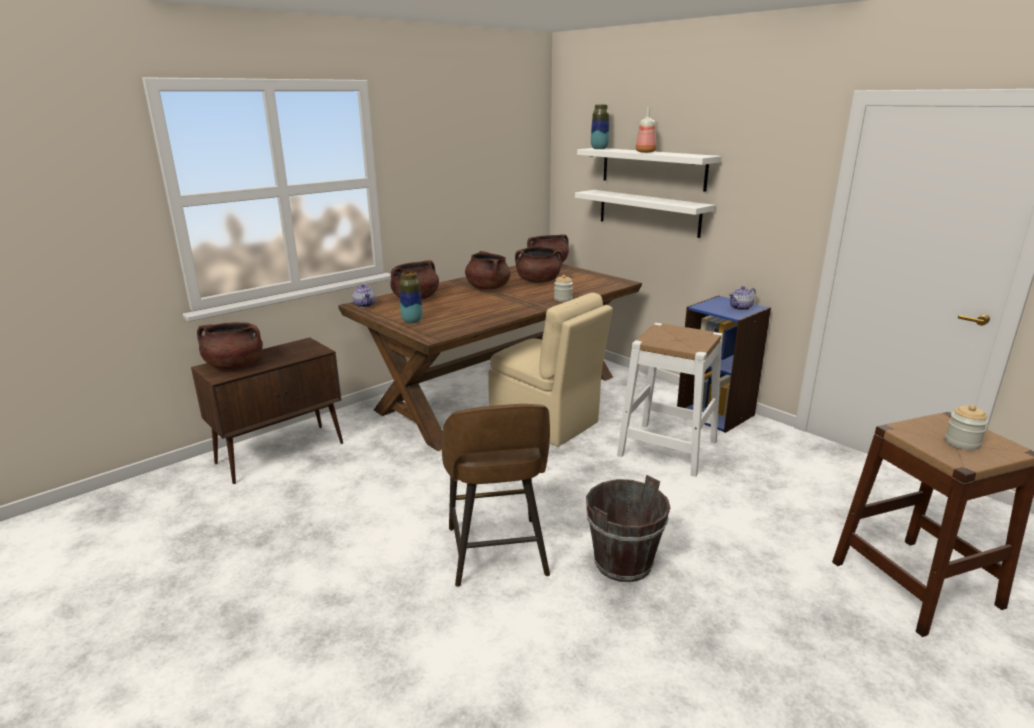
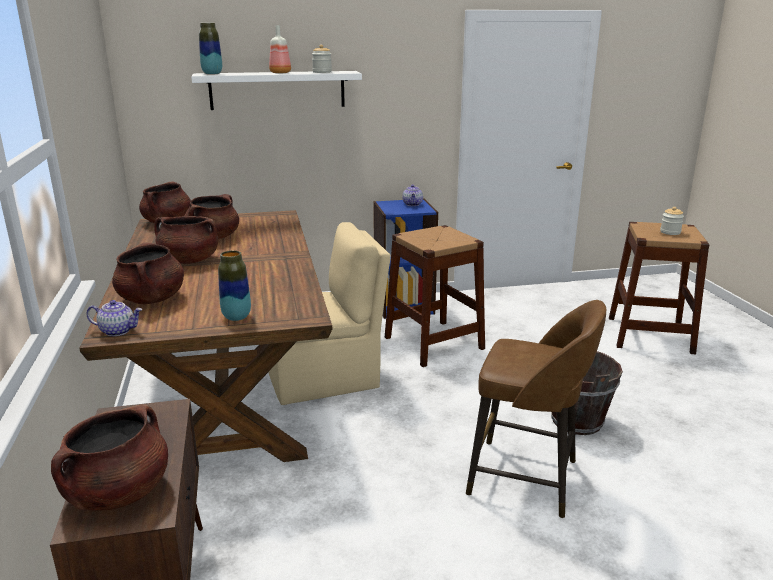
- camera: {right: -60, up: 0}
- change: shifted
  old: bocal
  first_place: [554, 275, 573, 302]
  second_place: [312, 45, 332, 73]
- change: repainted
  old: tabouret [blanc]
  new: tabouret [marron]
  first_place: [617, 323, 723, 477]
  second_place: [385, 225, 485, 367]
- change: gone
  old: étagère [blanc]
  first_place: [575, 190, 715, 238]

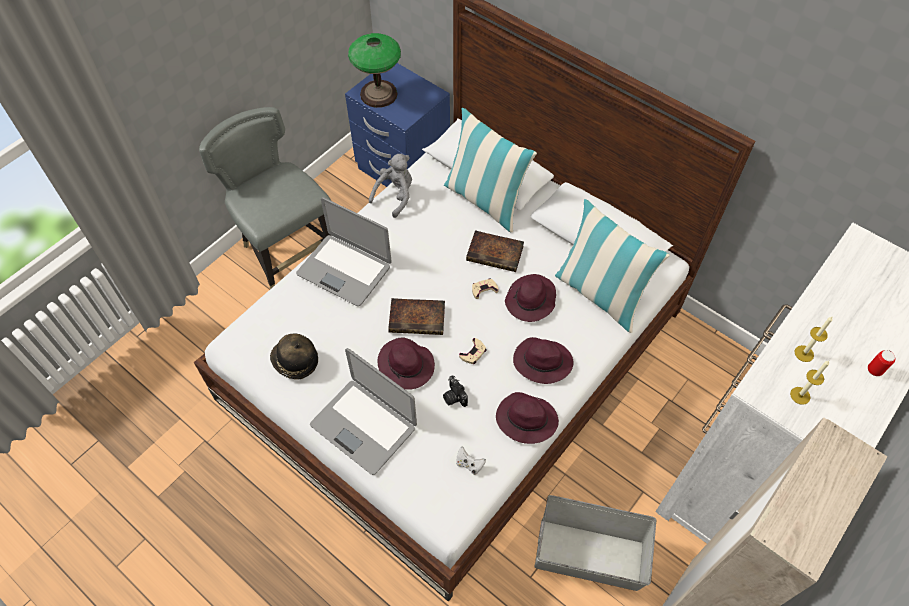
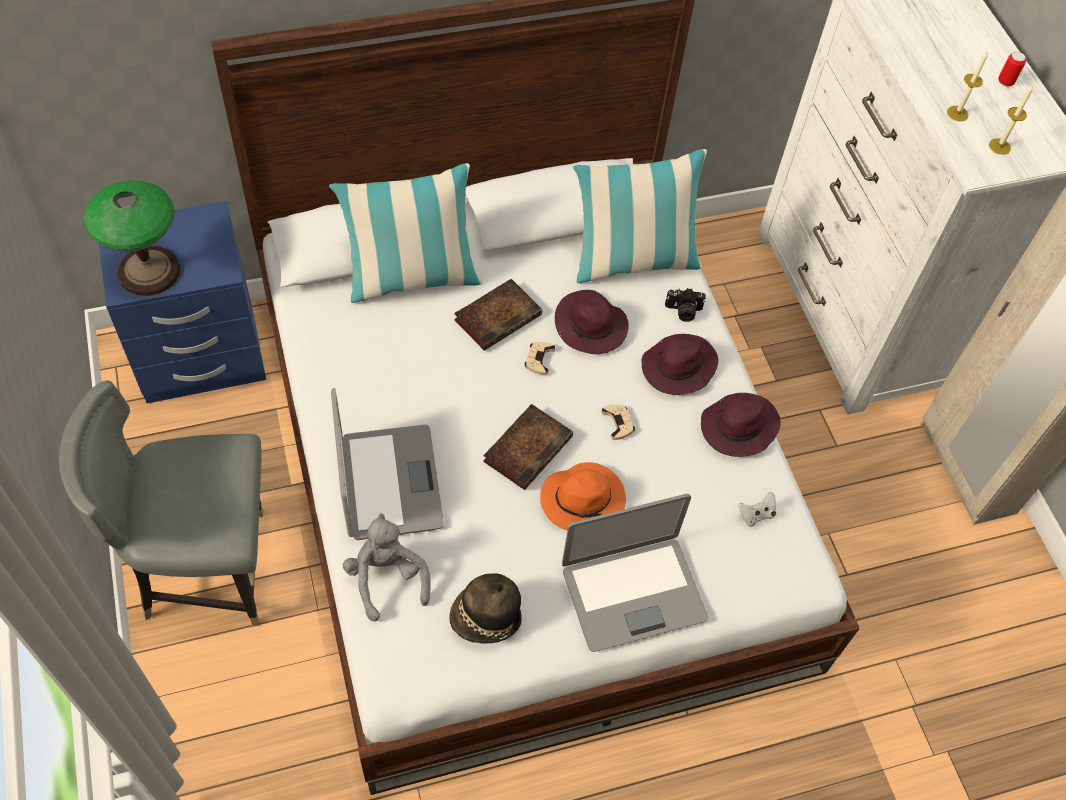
- camera: {right: -60, up: 0}
- change: rotated
  old: ordinateur portable
  first_place: [296, 197, 392, 306]
  second_place: [331, 388, 444, 540]
  degrees: -75
- change: shifted
  old: peluche [gris]
  first_place: [369, 154, 412, 218]
  second_place: [343, 513, 431, 622]
- change: repainted
  old: chapeau [violet]
  new: chapeau [orange]
  first_place: [378, 337, 435, 390]
  second_place: [540, 462, 626, 531]
- change: shifted
  old: appareil photo
  first_place: [443, 375, 468, 407]
  second_place: [665, 288, 706, 322]
- change: gone
  old: boîte de rangement [gris]
  first_place: [535, 495, 656, 591]

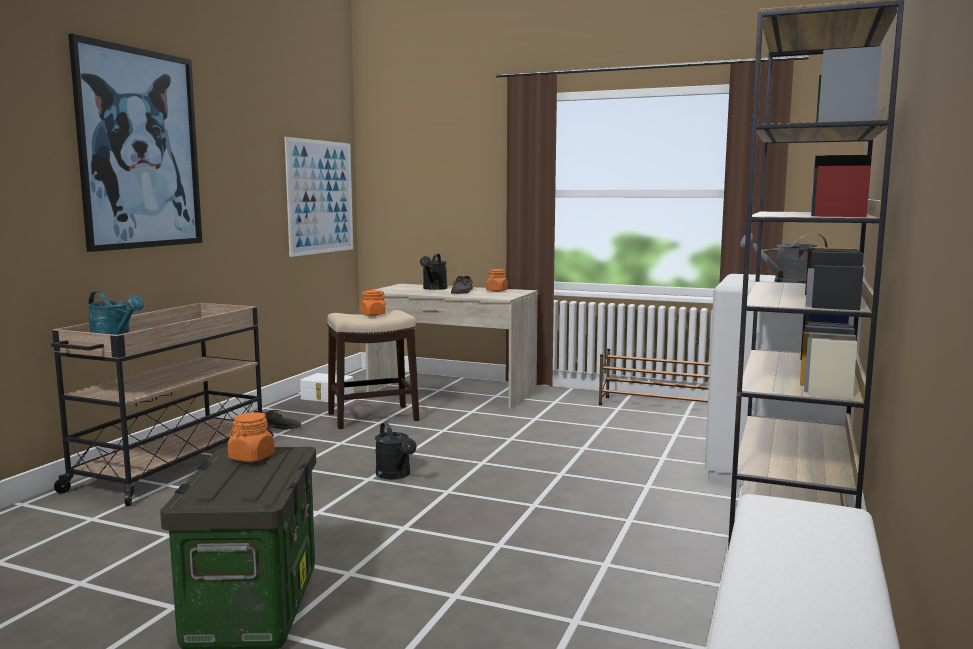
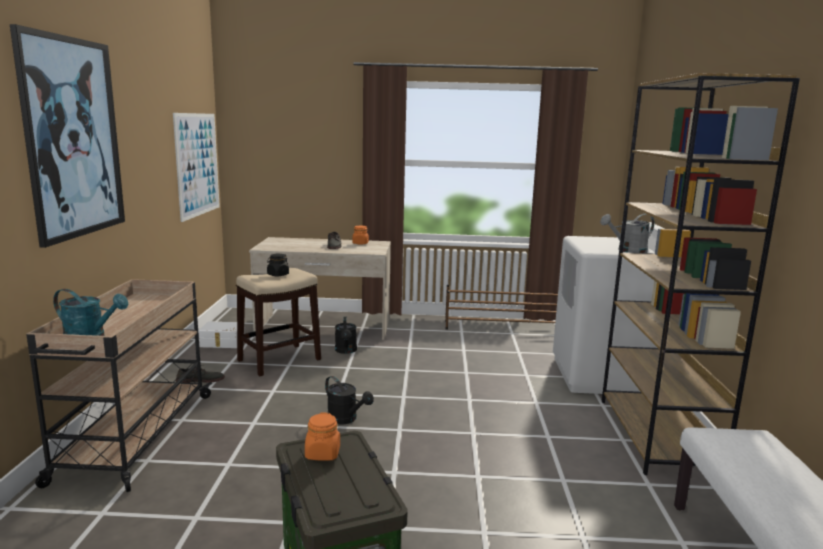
- camera: {right: -20, up: 5}
- change: repainted
  old: bocal [orange]
  new: bocal [noir]
  first_place: [359, 290, 386, 316]
  second_place: [267, 254, 289, 276]
- change: shifted
  old: arrosoir [noir]
  first_place: [420, 254, 448, 290]
  second_place: [335, 317, 357, 354]

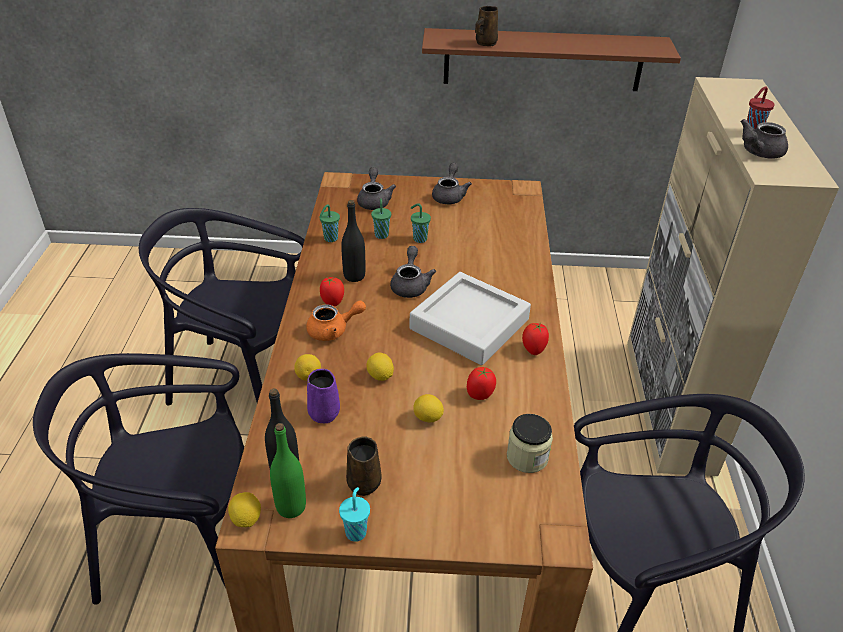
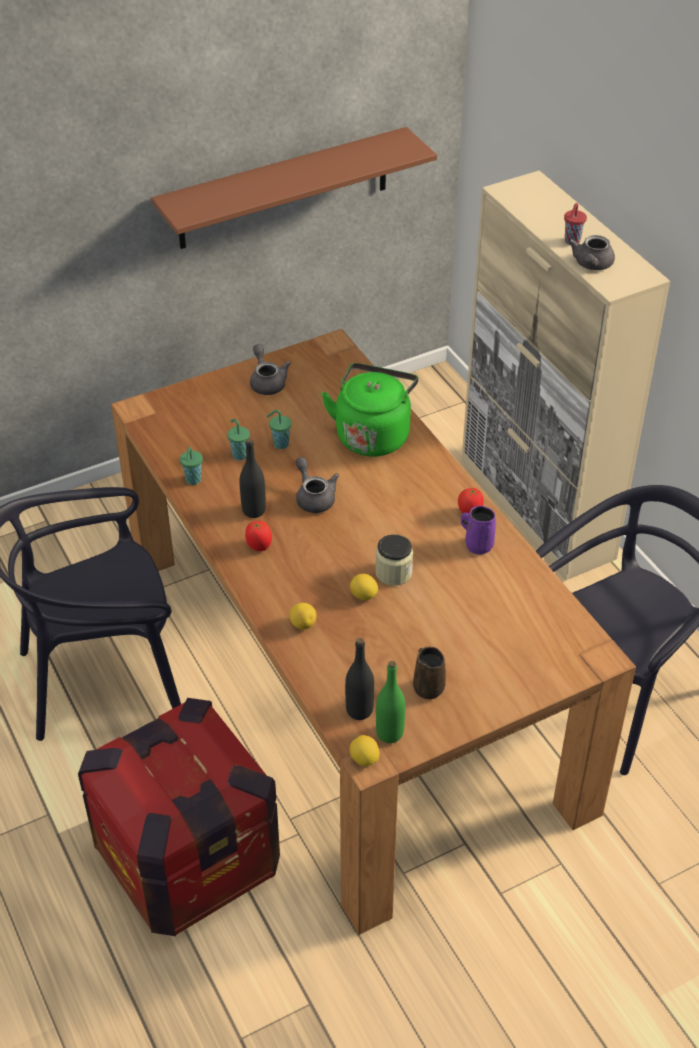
- camera: {right: -30, up: 5}
- change: swapped
  old: chaise [noir]
  new: caisse
  first_place: [33, 353, 244, 605]
  second_place: [78, 698, 280, 936]
- change: new
  new: bouilloire [vert]
  second_place: [322, 363, 418, 457]
- change: shifted
  old: bocal
  first_place: [507, 414, 553, 473]
  second_place: [375, 534, 413, 586]
- change: shifted
  old: mug [violet]
  first_place: [307, 369, 340, 424]
  second_place: [461, 505, 496, 555]
- change: gone
  old: théière [orange]
  first_place: [306, 300, 366, 341]
- change: gone
  old: tasse [turquoise]
  first_place: [339, 487, 370, 542]
- change: gone
  old: théière [gris]
  first_place: [357, 167, 396, 210]
- change: gone
  old: plateau [gris]
  first_place: [410, 272, 531, 365]
- change: gone
  old: citron
  first_place: [413, 394, 444, 422]
- change: gone
  old: tomate
  first_place: [467, 367, 496, 400]
- change: gone
  old: mug [marron]
  first_place: [475, 6, 498, 46]

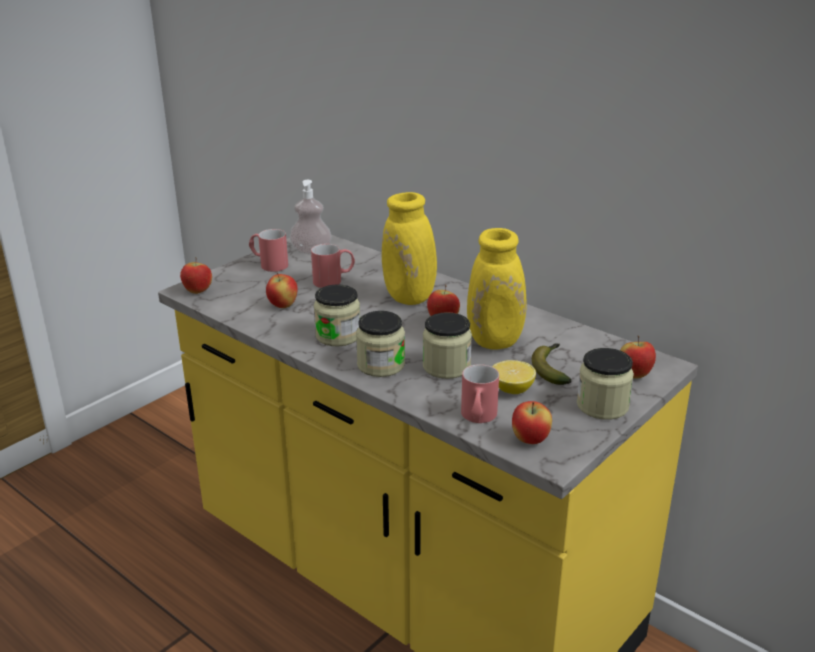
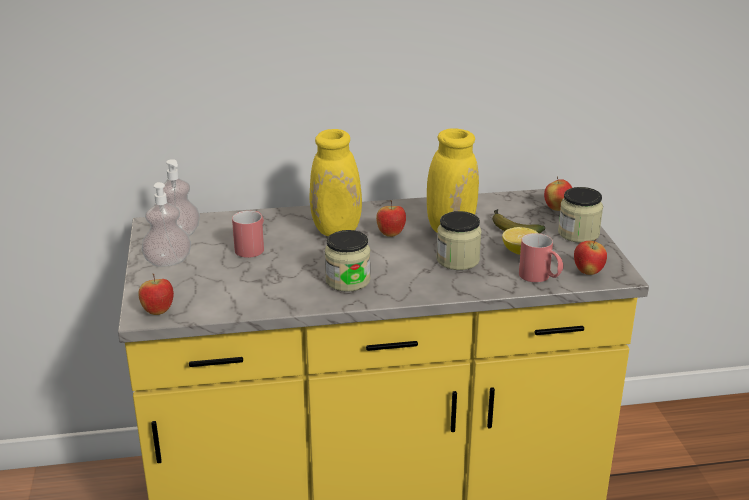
- camera: {right: -50, up: 0}
- change: swapped
  old: mug [rouge]
  new: distributeur de savon
  first_place: [249, 229, 288, 272]
  second_place: [142, 182, 191, 267]
- change: gone
  old: pomme
  first_place: [266, 273, 298, 308]
- change: gone
  old: bocal
  first_place: [356, 311, 405, 377]

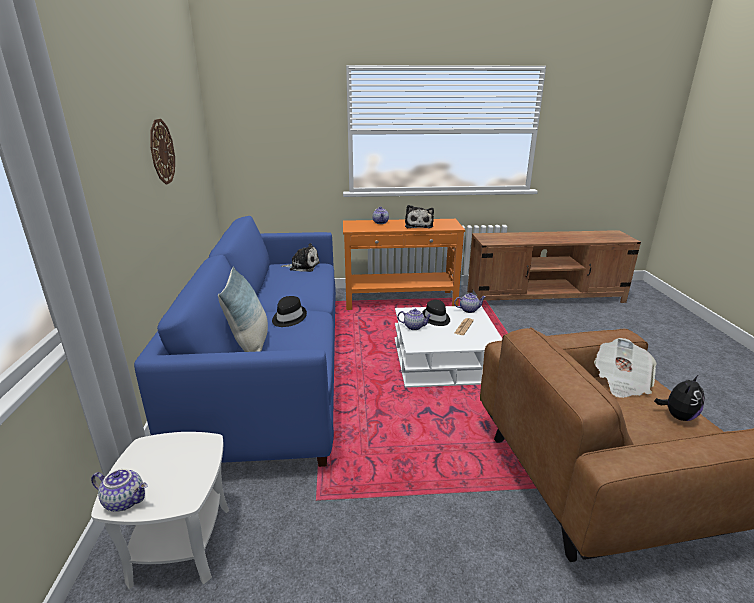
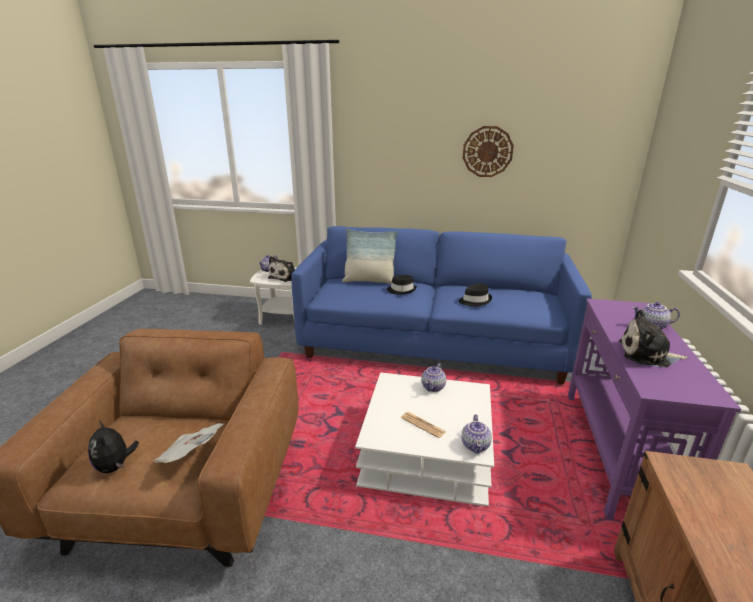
- camera: {right: 105, up: 0}
- change: shifted
  old: peluche
  first_place: [281, 243, 320, 272]
  second_place: [268, 256, 295, 282]
- change: shifted
  old: chapeau [noir]
  first_place: [422, 300, 450, 326]
  second_place: [459, 283, 492, 307]
- change: repainted
  old: table console [orange]
  new: table console [violet]
  first_place: [343, 219, 465, 310]
  second_place: [568, 299, 741, 520]

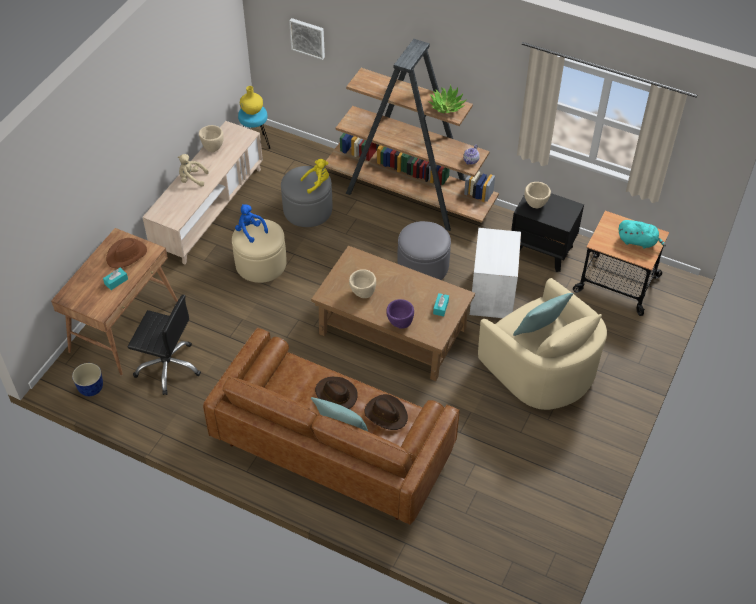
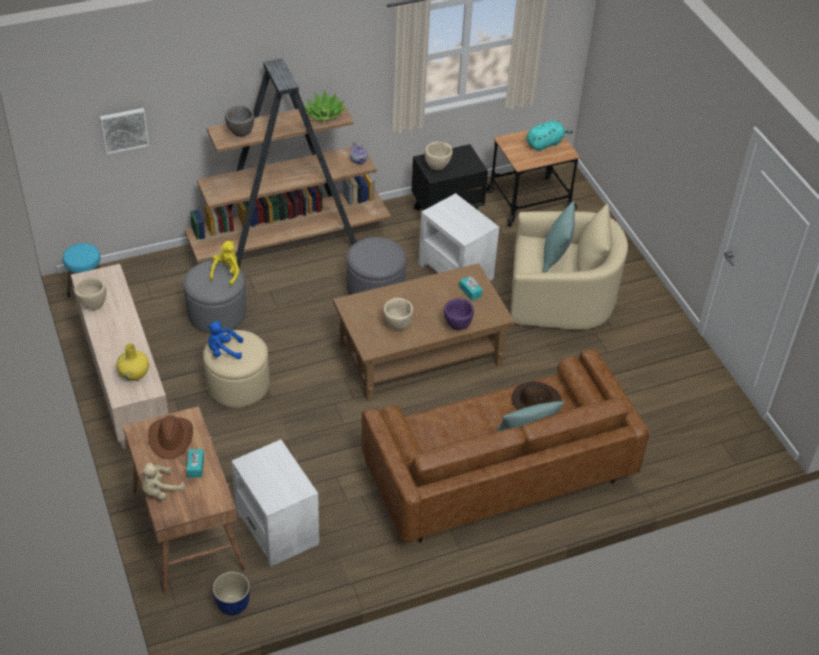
- camera: {right: -50, up: -5}
- change: shifted
  old: vase [jaune]
  first_place: [240, 86, 263, 115]
  second_place: [116, 343, 149, 381]
- change: shifted
  old: peluche [beige]
  first_place: [178, 154, 209, 187]
  second_place: [140, 463, 185, 501]
- change: new
  new: bol [gris]
  second_place: [225, 105, 254, 137]
- change: swapped
  old: chaise de bureau [noir]
  new: table d'appoint [blanc]
  first_place: [128, 295, 201, 395]
  second_place: [231, 439, 319, 567]
- change: gone
  old: chapeau [marron]
  first_place: [315, 377, 358, 409]

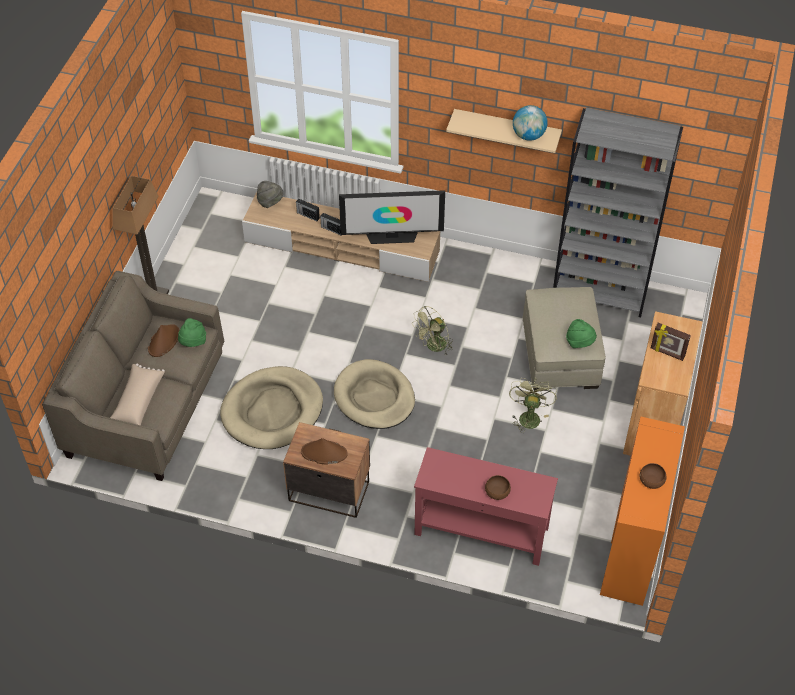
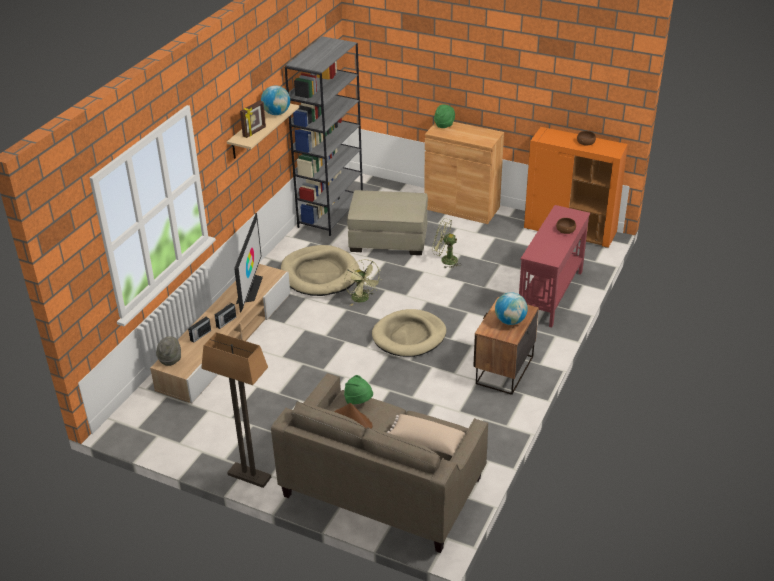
- camera: {right: -80, up: -15}
- change: shifted
  old: cadre photo
  first_place: [651, 323, 691, 361]
  second_place: [240, 100, 266, 138]
- change: shifted
  old: panier pour chien [beige]
  first_place: [220, 366, 323, 449]
  second_place: [281, 245, 360, 296]
- change: shifted
  old: chapeau [vert]
  first_place: [566, 319, 597, 348]
  second_place: [434, 104, 455, 128]
- change: swapped
  old: chapeau [marron]
  new: globe
  first_place: [301, 438, 348, 464]
  second_place: [495, 292, 528, 325]

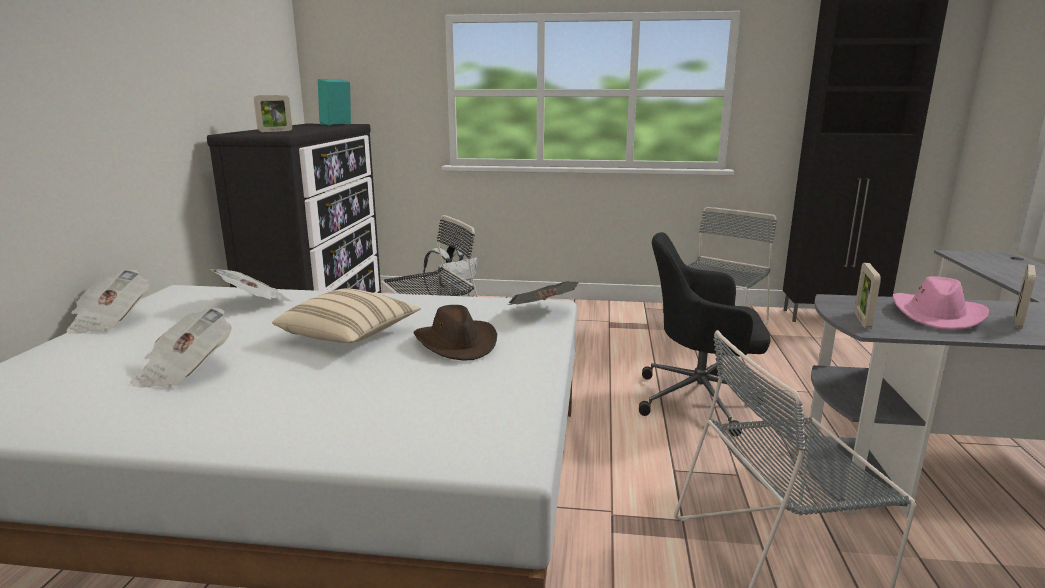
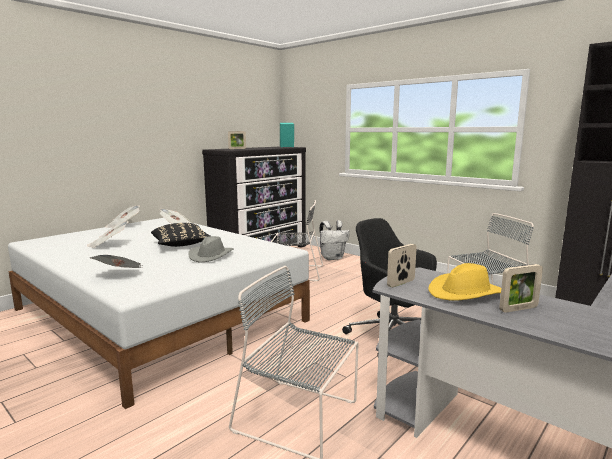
- camera: {right: 35, up: -5}
- change: shifted
  old: journal
  first_place: [508, 281, 579, 305]
  second_place: [90, 255, 142, 268]
- change: repainted
  old: coussin [beige]
  new: coussin [noir]
  first_place: [272, 288, 421, 343]
  second_place: [151, 223, 210, 247]
- change: repainted
  old: chapeau [marron]
  new: chapeau [gris]
  first_place: [413, 305, 497, 361]
  second_place: [188, 236, 234, 263]
- change: repainted
  old: chapeau [rose]
  new: chapeau [jaune]
  first_place: [893, 276, 989, 330]
  second_place: [428, 263, 501, 301]

